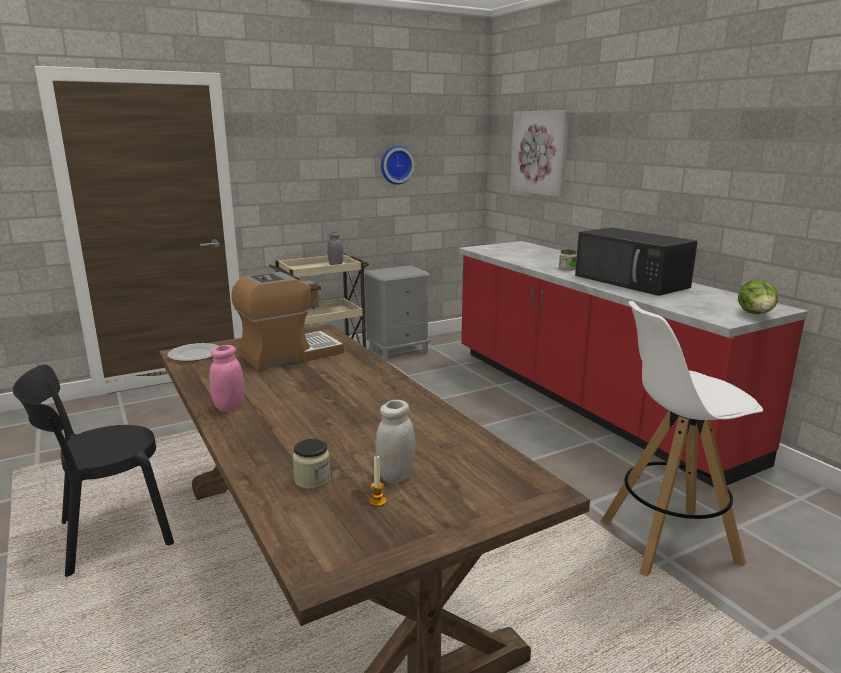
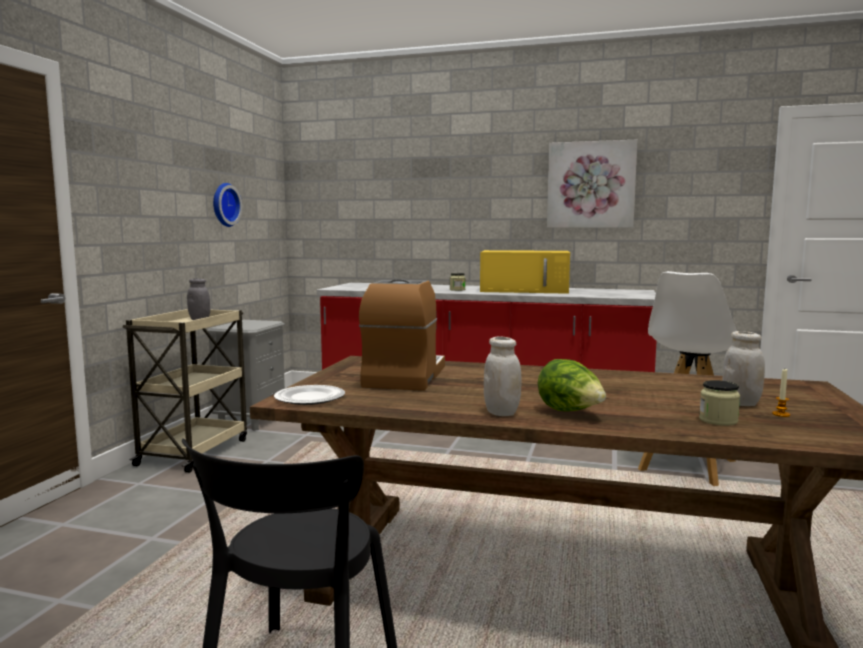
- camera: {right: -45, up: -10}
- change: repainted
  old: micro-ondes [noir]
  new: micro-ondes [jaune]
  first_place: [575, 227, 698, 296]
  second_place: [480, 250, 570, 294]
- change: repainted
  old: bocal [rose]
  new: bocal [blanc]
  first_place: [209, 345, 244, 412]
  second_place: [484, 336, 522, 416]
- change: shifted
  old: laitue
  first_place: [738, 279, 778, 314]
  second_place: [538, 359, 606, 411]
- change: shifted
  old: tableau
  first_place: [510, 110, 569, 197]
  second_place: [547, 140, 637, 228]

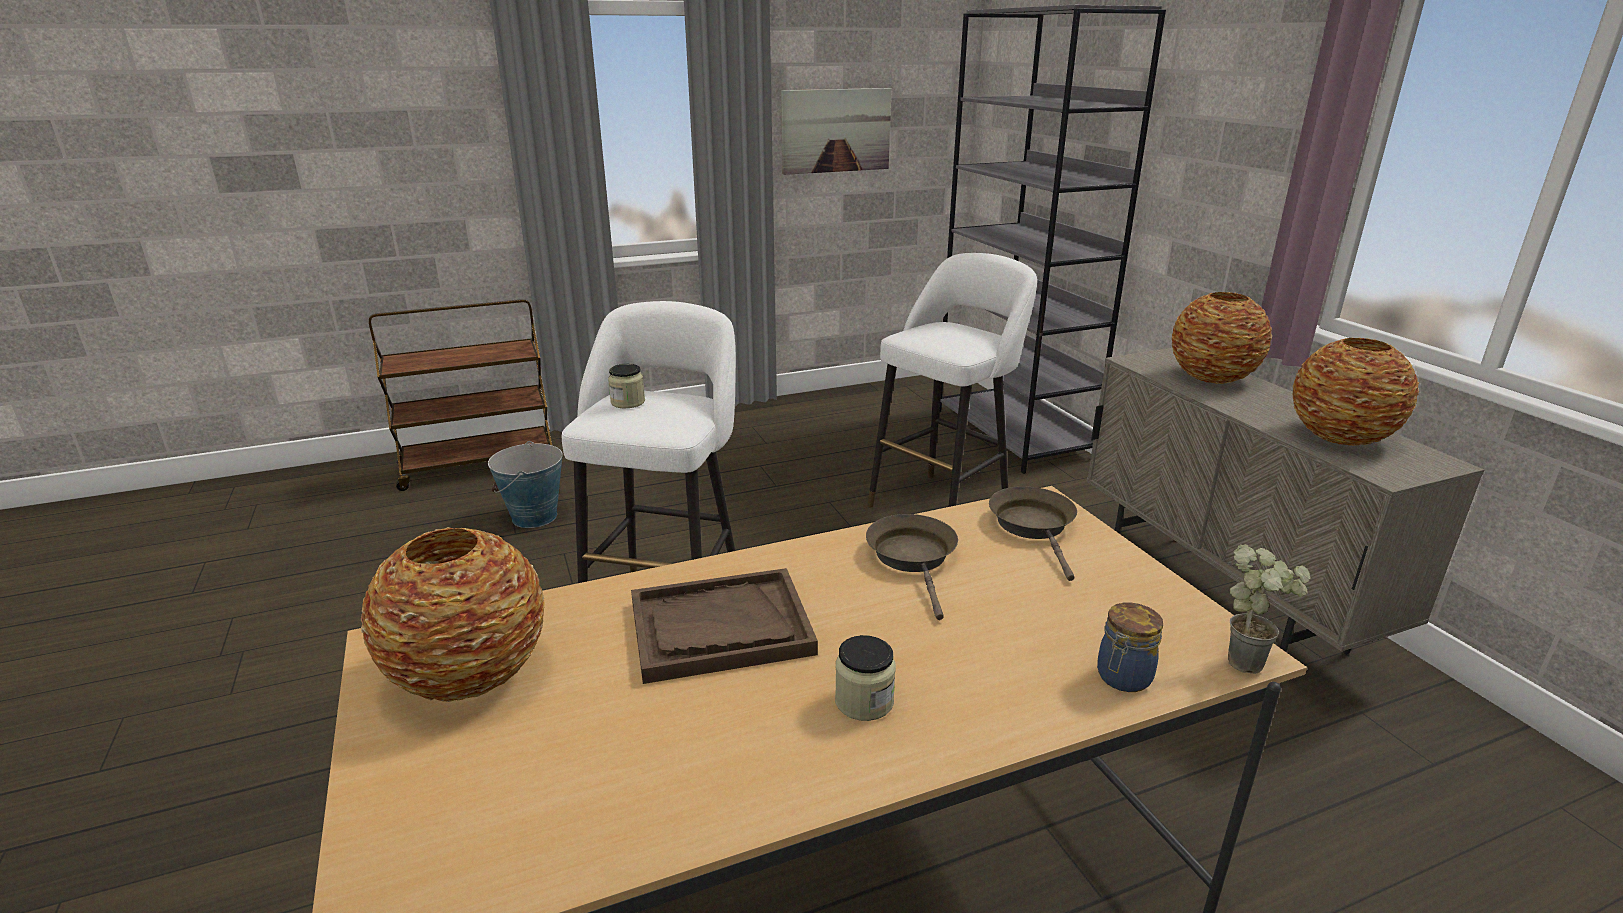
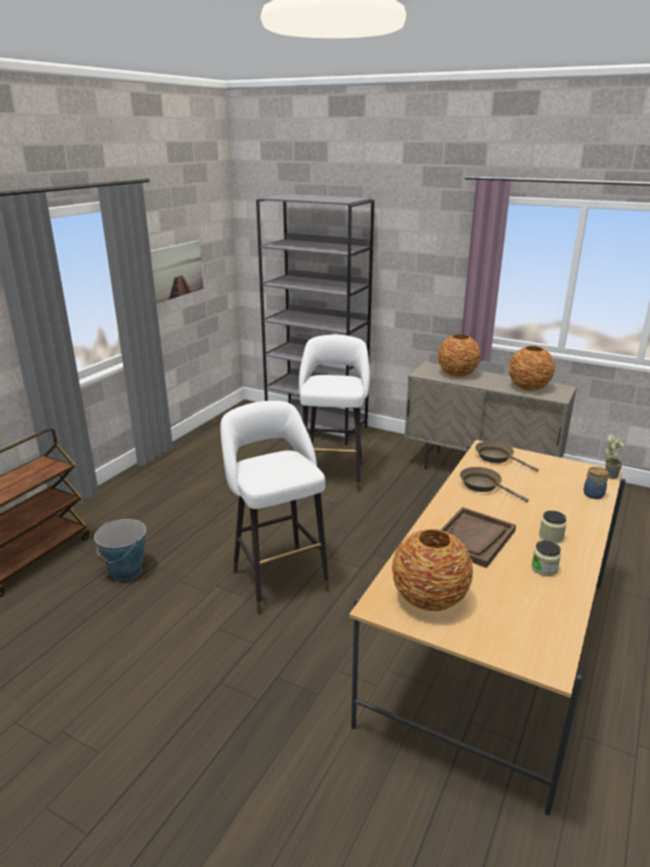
- camera: {right: -40, up: 0}
- change: shifted
  old: bocal
  first_place: [608, 364, 645, 408]
  second_place: [531, 540, 561, 576]

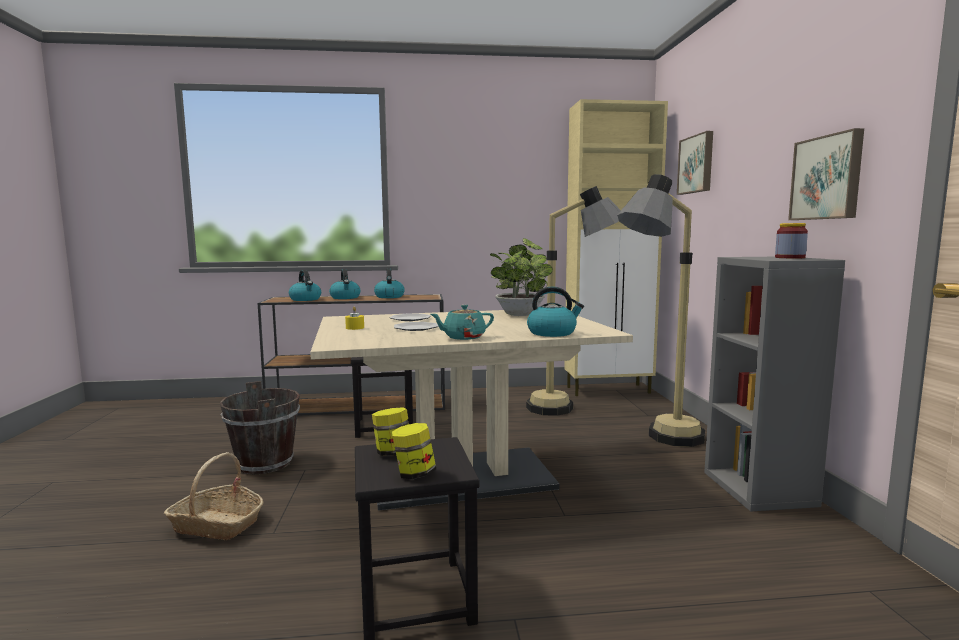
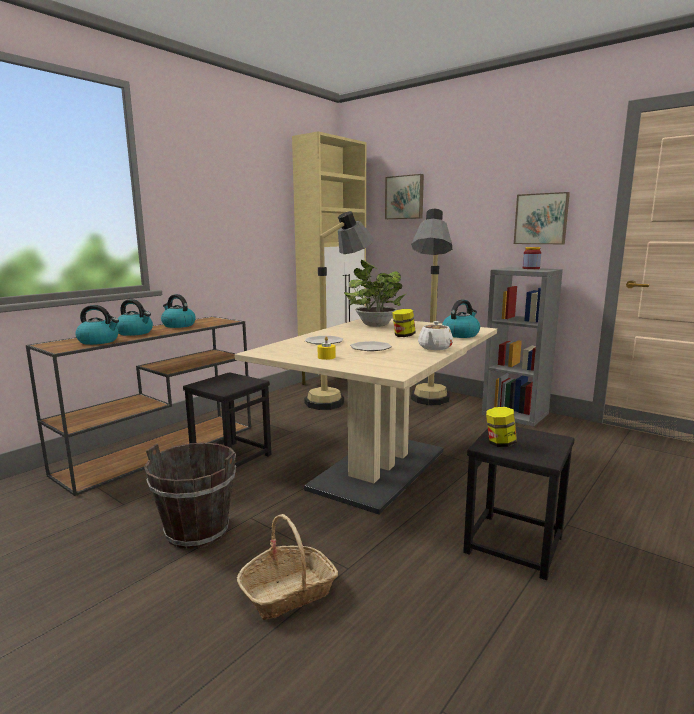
- camera: {right: -45, up: 5}
- change: shifted
  old: bocal
  first_place: [392, 423, 436, 479]
  second_place: [392, 309, 416, 337]
- change: repainted
  old: théière [turquoise]
  new: théière [blanc]
  first_place: [431, 305, 494, 340]
  second_place: [418, 321, 453, 350]

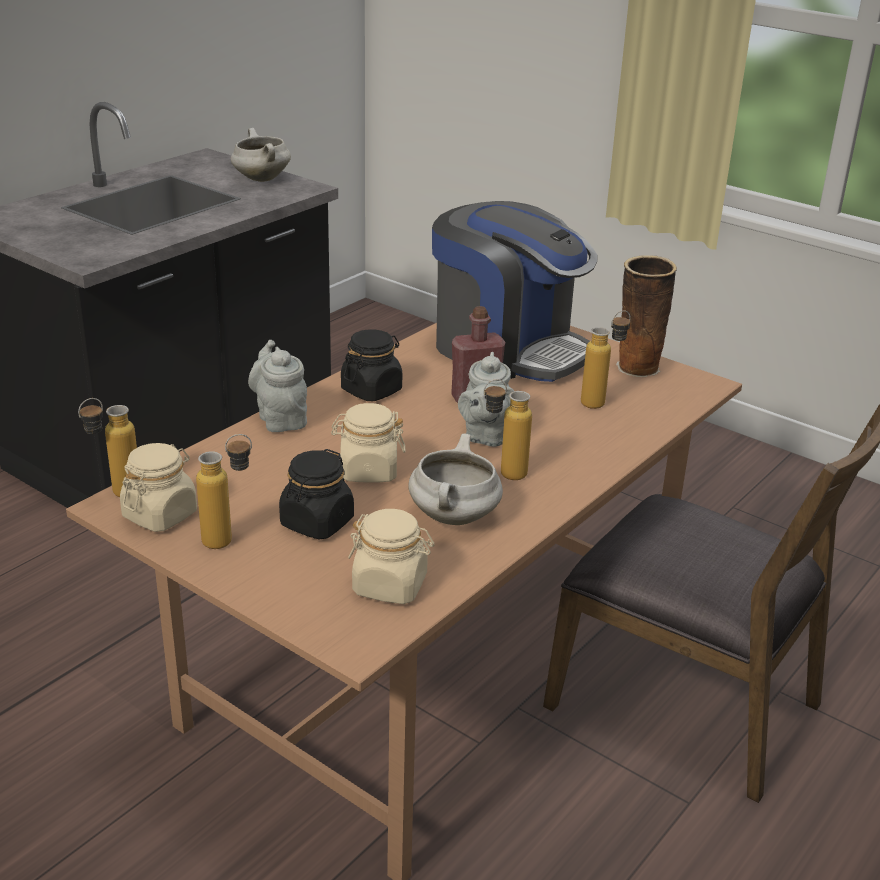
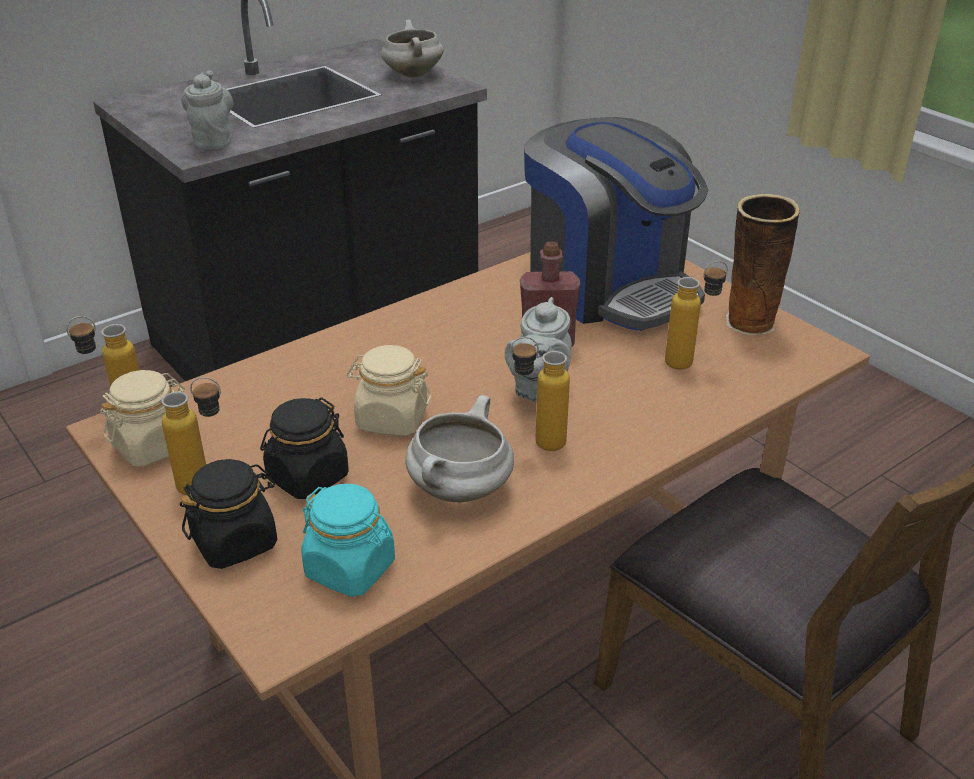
- camera: {right: 15, up: 5}
- change: shifted
  old: bocal [noir]
  first_place: [341, 329, 402, 401]
  second_place: [180, 459, 277, 569]
- change: shifted
  old: théière [gris]
  first_place: [248, 340, 307, 432]
  second_place: [181, 70, 234, 149]
- change: repainted
  old: bocal [beige]
  new: bocal [turquoise]
  first_place: [348, 509, 435, 604]
  second_place: [301, 484, 395, 597]

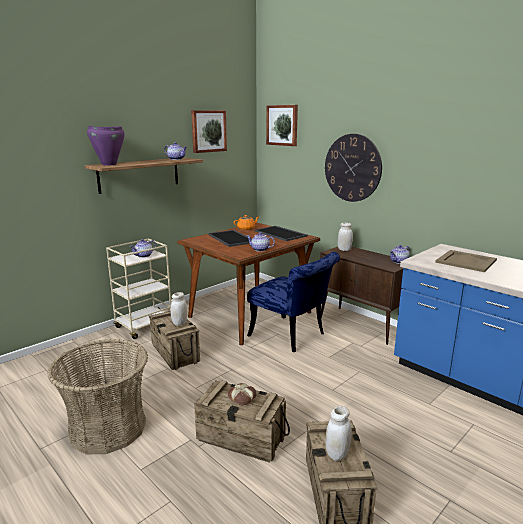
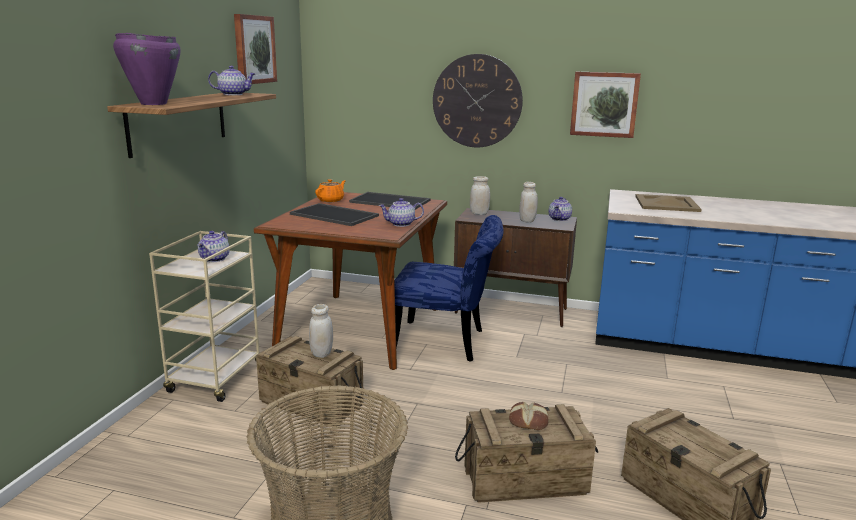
- camera: {right: -30, up: 0}
- change: shifted
  old: bocal [blanc]
  first_place: [326, 406, 352, 461]
  second_place: [519, 182, 538, 223]
- change: shifted
  old: tableau
  first_place: [266, 105, 298, 146]
  second_place: [570, 72, 641, 138]

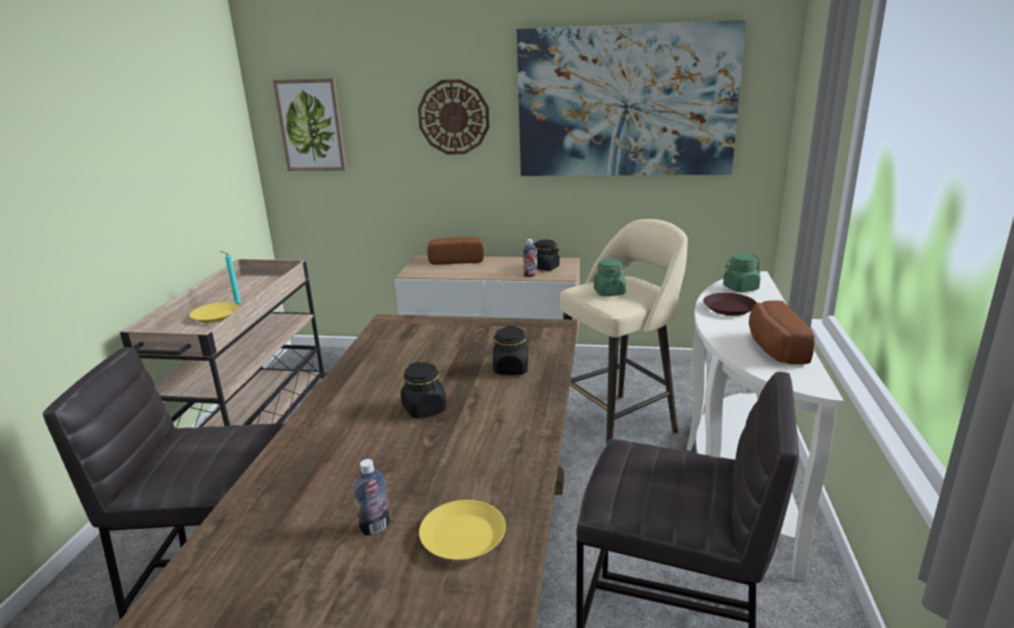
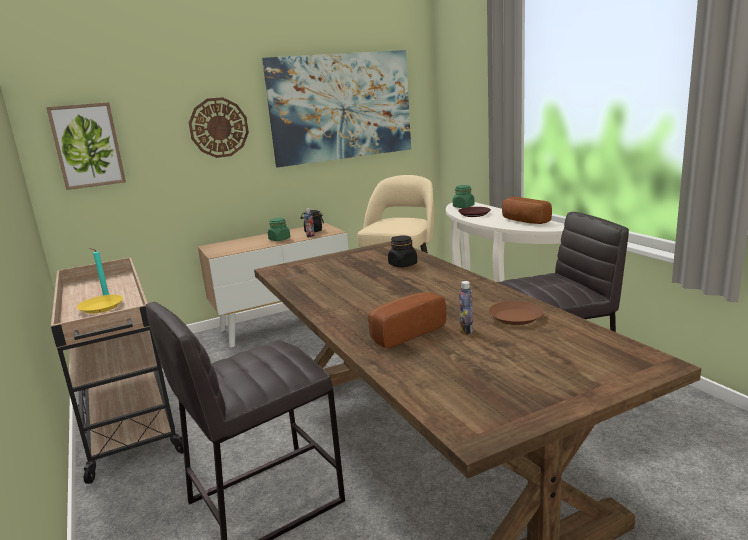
- camera: {right: -35, up: -5}
- change: shifted
  old: bocal [vert]
  first_place: [594, 259, 626, 296]
  second_place: [268, 217, 290, 241]
- change: shifted
  old: pain
  first_place: [427, 237, 484, 265]
  second_place: [368, 292, 446, 348]
- change: repainted
  old: assiette [jaune]
  new: assiette [marron]
  first_place: [419, 500, 506, 560]
  second_place: [488, 301, 544, 325]
- change: gone
  old: bocal [noir]
  first_place: [401, 362, 447, 418]

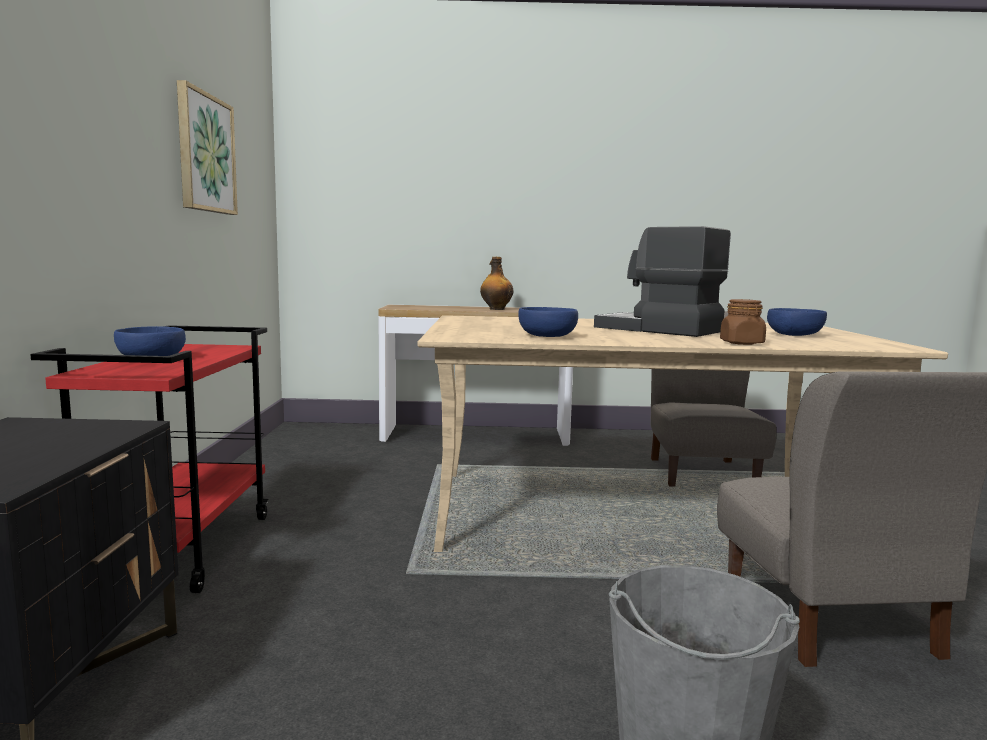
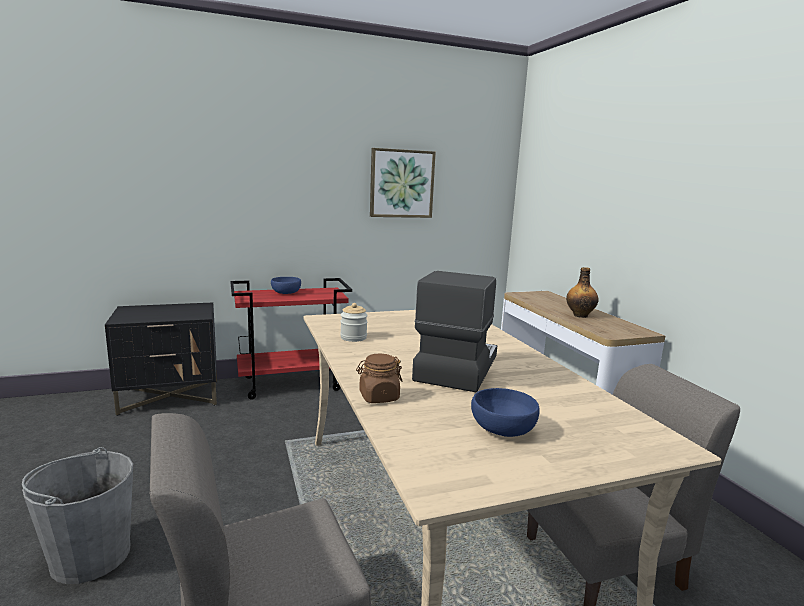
- camera: {right: 70, up: 5}
- change: swapped
  old: bol [bleu]
  new: bocal
  first_place: [518, 307, 578, 337]
  second_place: [340, 303, 368, 342]

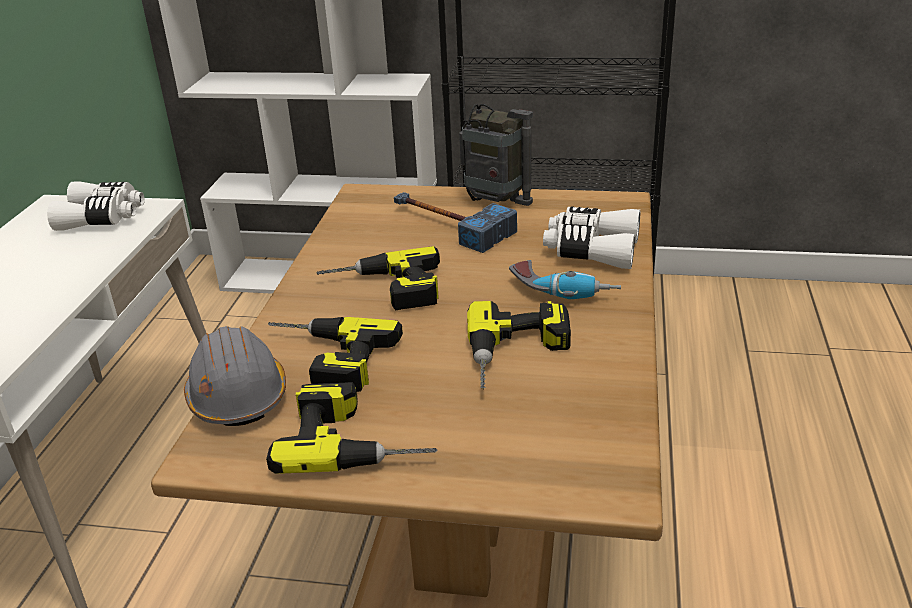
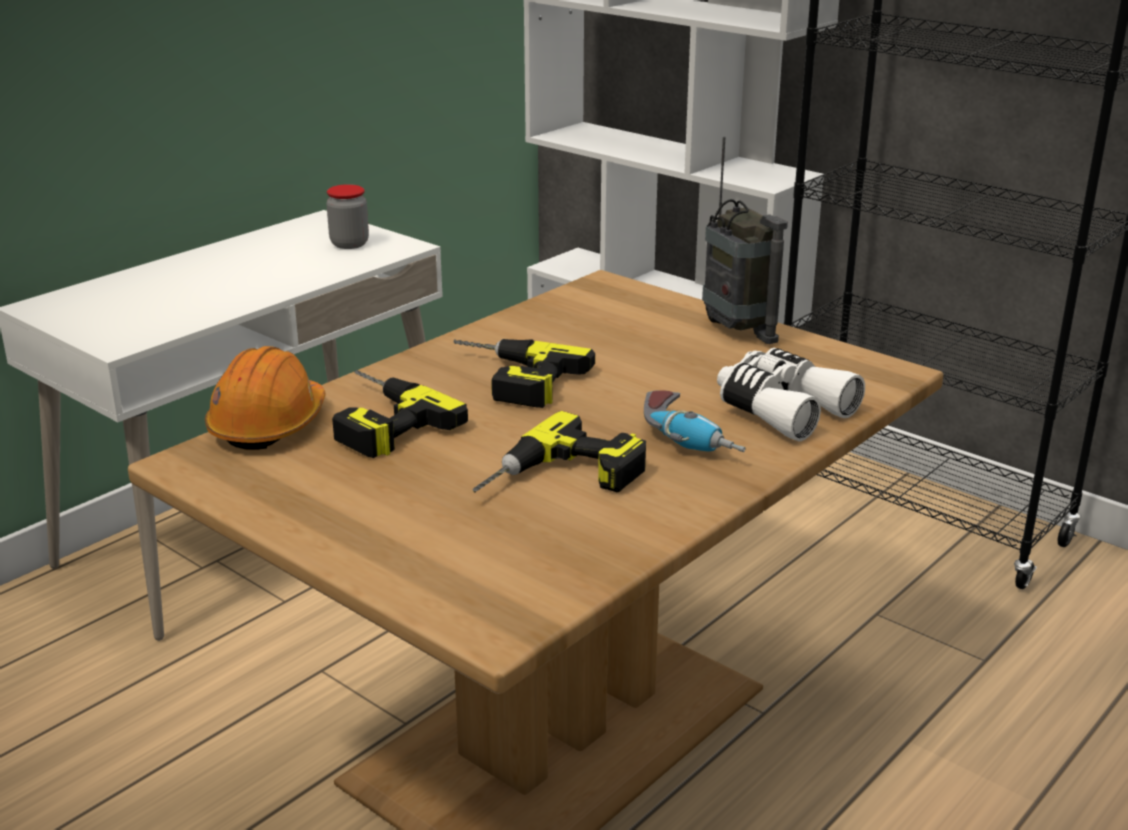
- camera: {right: 30, up: -5}
- change: repainted
  old: casque de chantier [gris]
  new: casque de chantier [orange]
  first_place: [184, 326, 286, 426]
  second_place: [205, 346, 325, 450]
- change: swapped
  old: jumelles [blanc]
  new: bocal
  first_place: [47, 181, 145, 231]
  second_place: [326, 184, 369, 249]
- change: gone
  old: perceuse
  first_place: [266, 382, 438, 474]
- change: gone
  old: marteau
  first_place: [394, 192, 517, 253]

